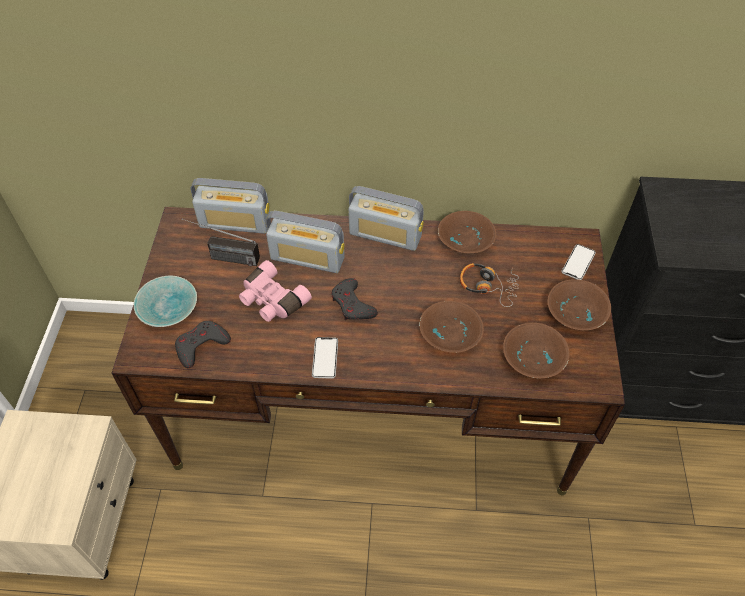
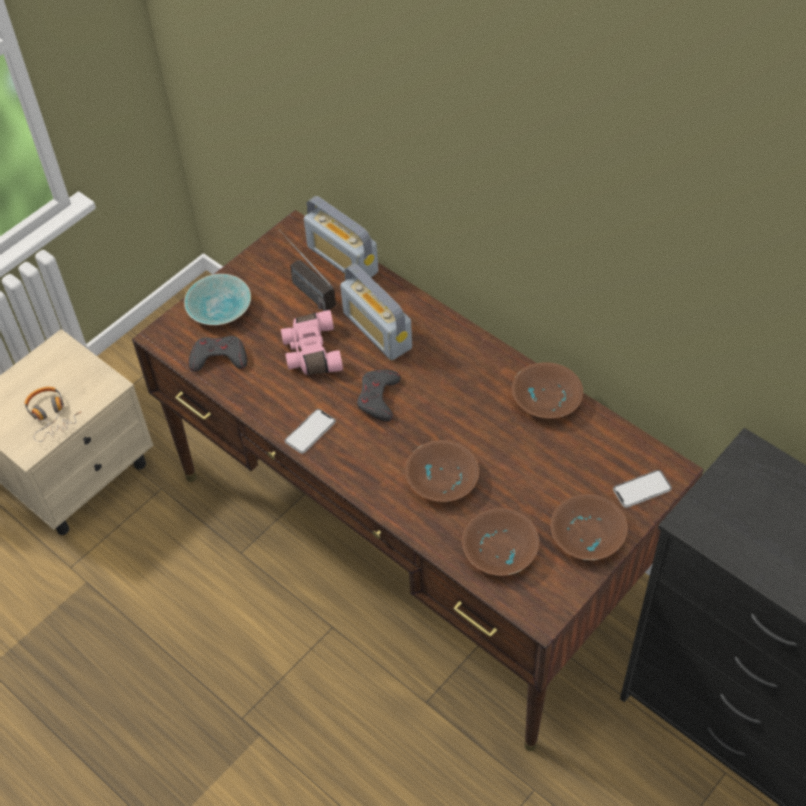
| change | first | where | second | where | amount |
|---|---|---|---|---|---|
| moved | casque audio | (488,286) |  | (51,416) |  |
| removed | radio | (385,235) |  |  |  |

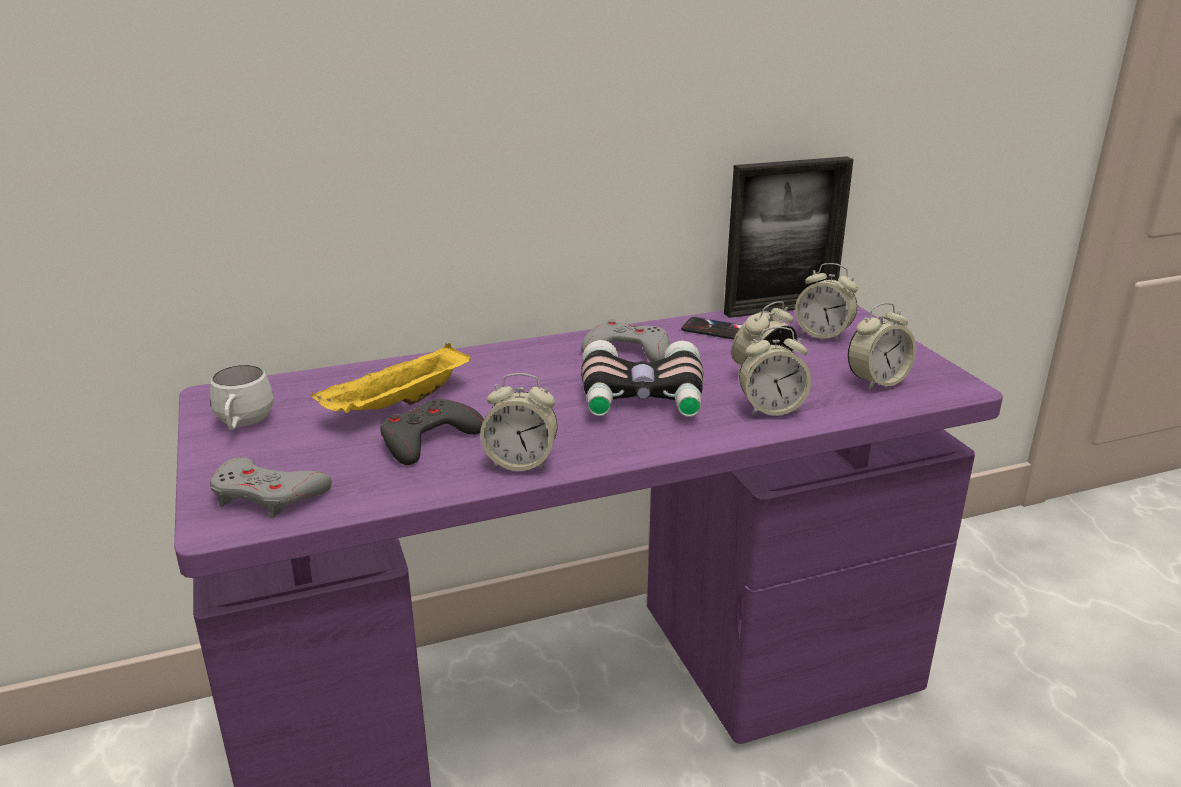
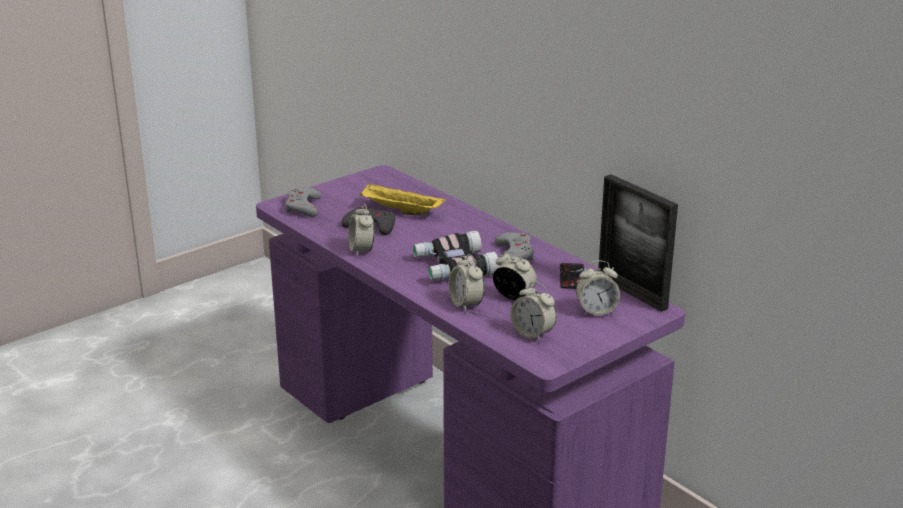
| change | first | where | second | where | amount |
|---|---|---|---|---|---|
| turned | réveil | (823,335) |  | (596,311) | 105 degrees counterclockwise |
| removed | mug (blanc) | (243,425) |  |  |  |

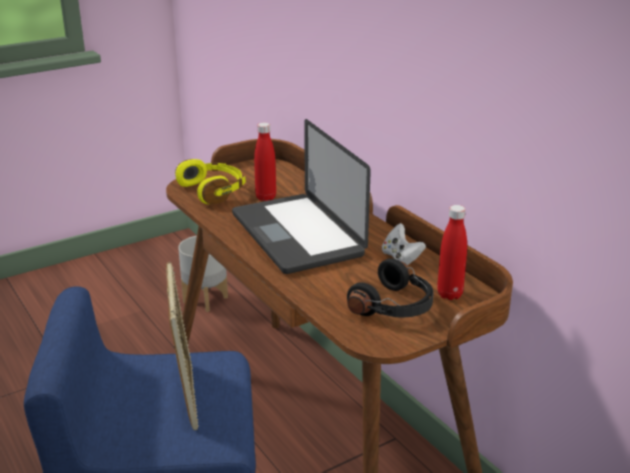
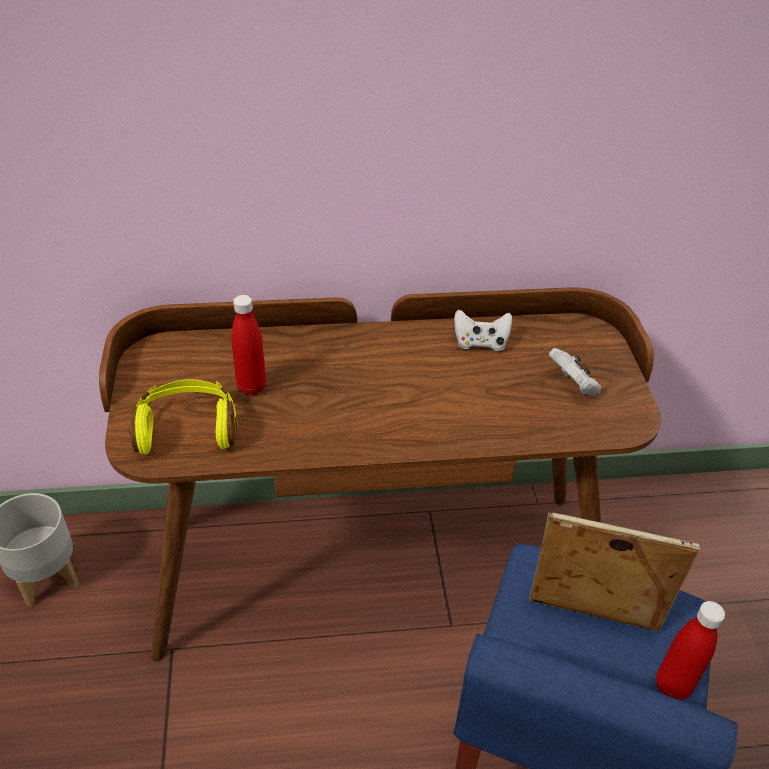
| change | first | where | second | where | amount |
|---|---|---|---|---|---|
| replaced | casque audio (noir) | (395,307) | manette (blanc) | (573,385) |  |
| moved | bouteille (rouge) | (449,294) |  | (672,686) |  |
| removed | ordinateur portable | (296,234) |  |  |  |

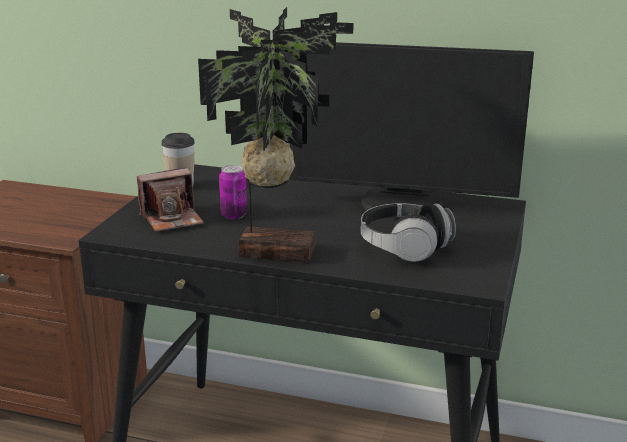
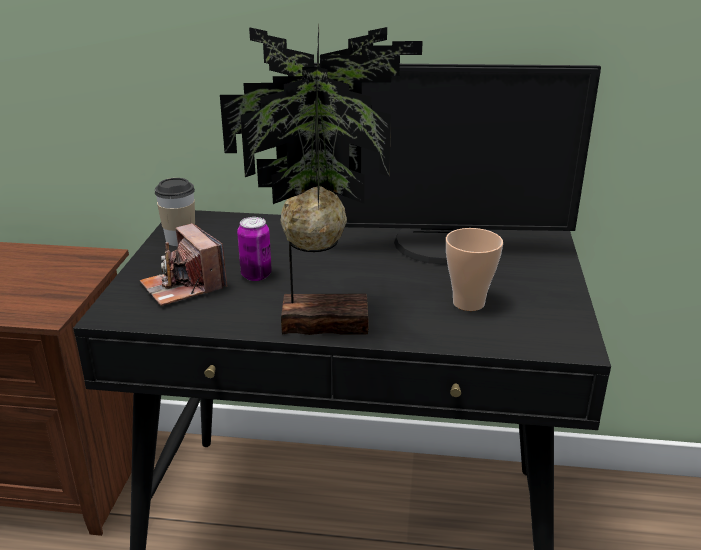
| change | first | where | second | where | amount |
|---|---|---|---|---|---|
| turned | appareil photo | (172,219) |  | (183,286) | 90 degrees clockwise |
| replaced | casque audio | (404,247) | tasse | (468,303) |  |

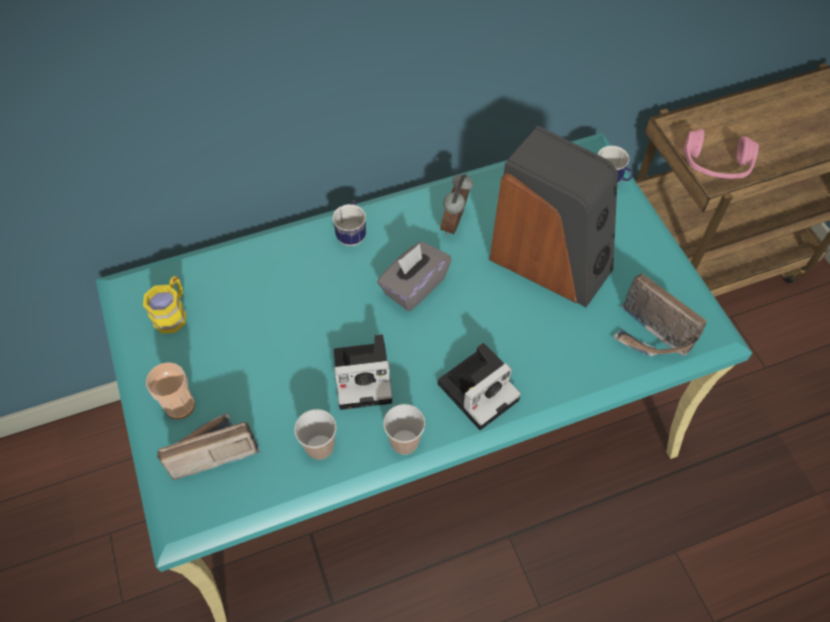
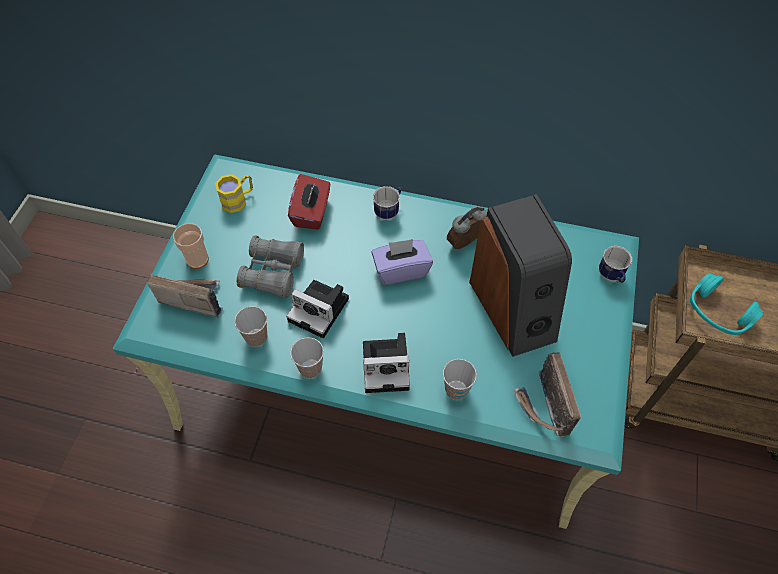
| change | first | where | second | where | amount |
|---|---|---|---|---|---|
| added |  |  | jumelles (gris) | (273,272) |  |
| added |  |  | boîte à mouchoirs (rouge) | (312,213) |  |
| recoloured | boîte à mouchoirs (gris) | (414,286) | boîte à mouchoirs (violet) | (401,270) |  |
| added |  |  | tasse | (456,390) |  |
| recoloured | casque audio (rose) | (715,165) | casque audio (turquoise) | (717,313) |  |

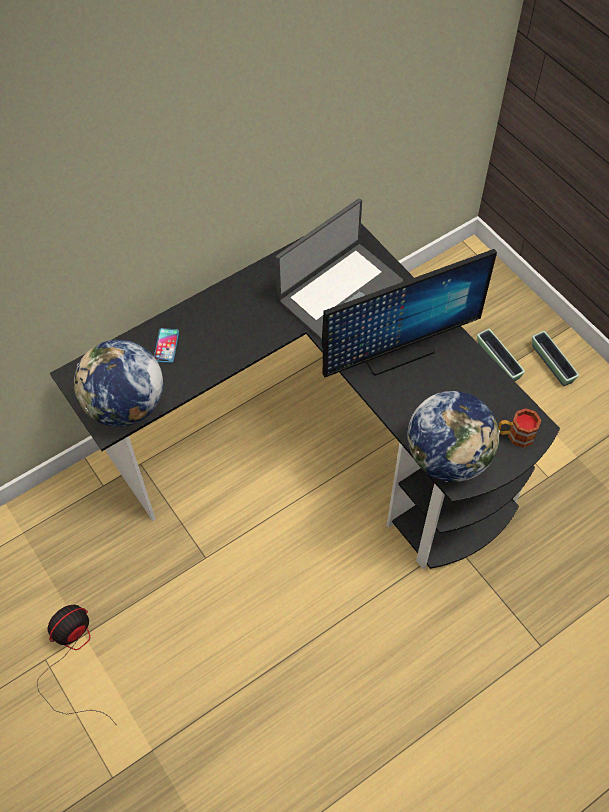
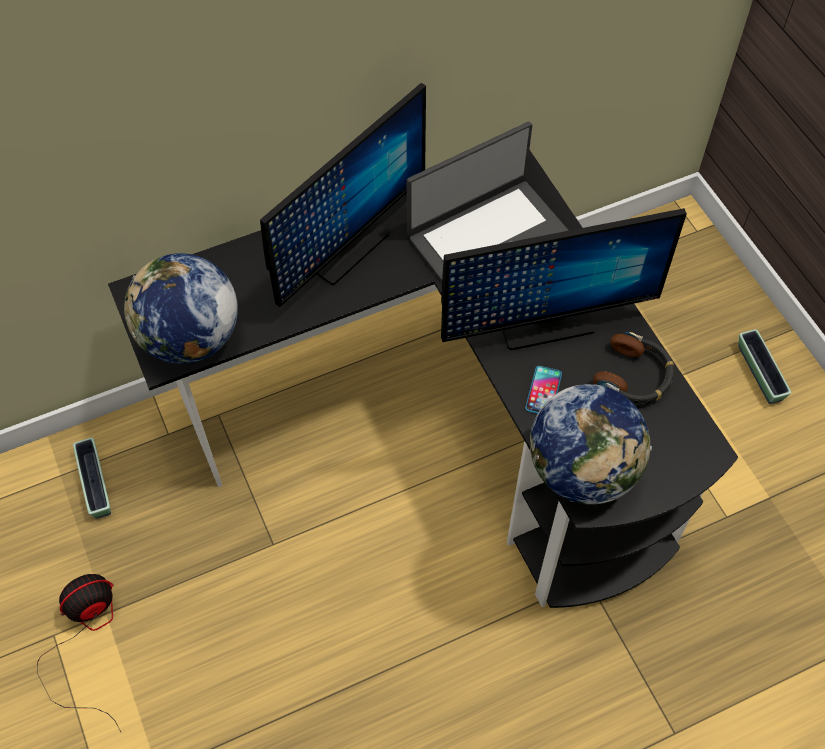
| change | first | where | second | where | amount |
|---|---|---|---|---|---|
| moved | cache-pot | (498,361) |  | (96,484) |  |
| added |  |  | écran d'ordinateur | (345,248) |  |
| moved | téléphone | (166,346) |  | (543,391) |  |
| added |  |  | casque audio | (634,376) |  |
| removed | mug | (515,435) |  |  |  |

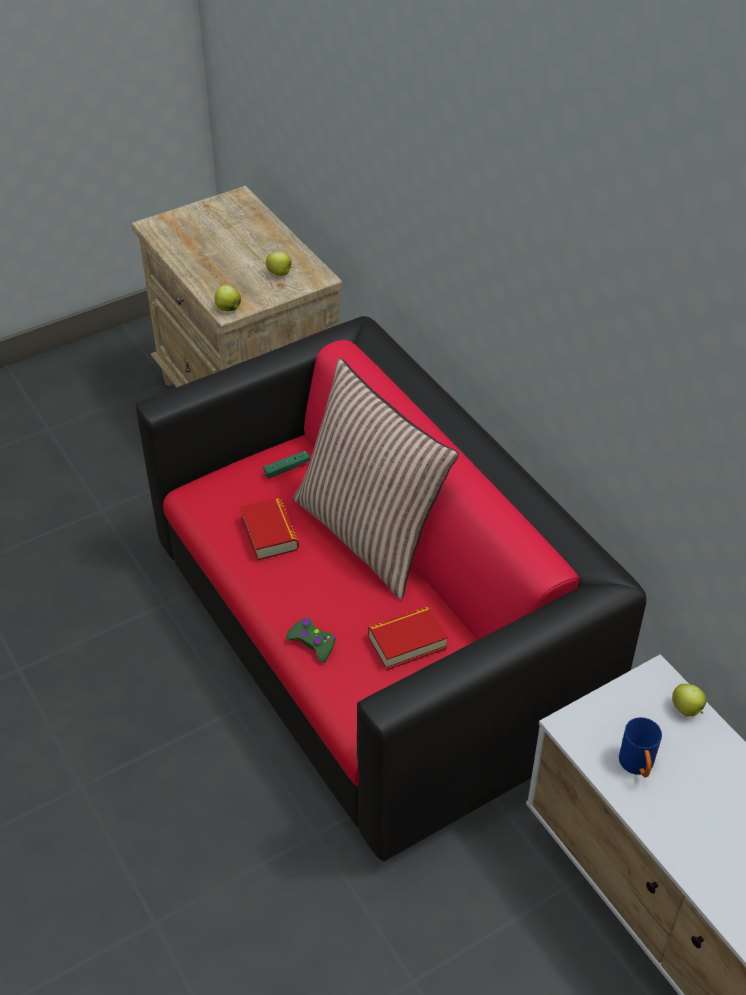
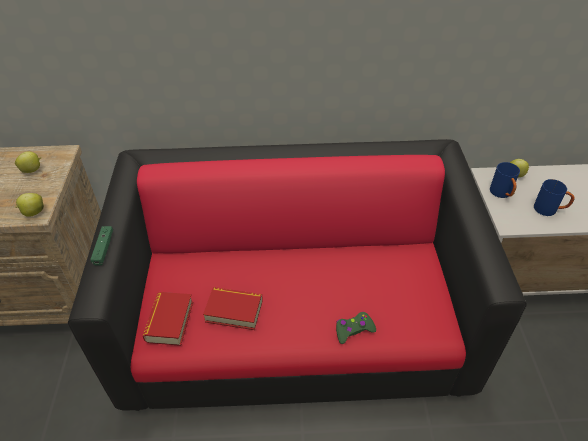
| change | first | where | second | where | amount |
|---|---|---|---|---|---|
| moved | manette (vert) | (287,468) |  | (103,248) |  |
| moved | livre | (407,642) |  | (169,321) |  |
| added |  |  | mug (bleu) | (502,194) |  |
| removed | coussin | (370,534) |  |  |  |

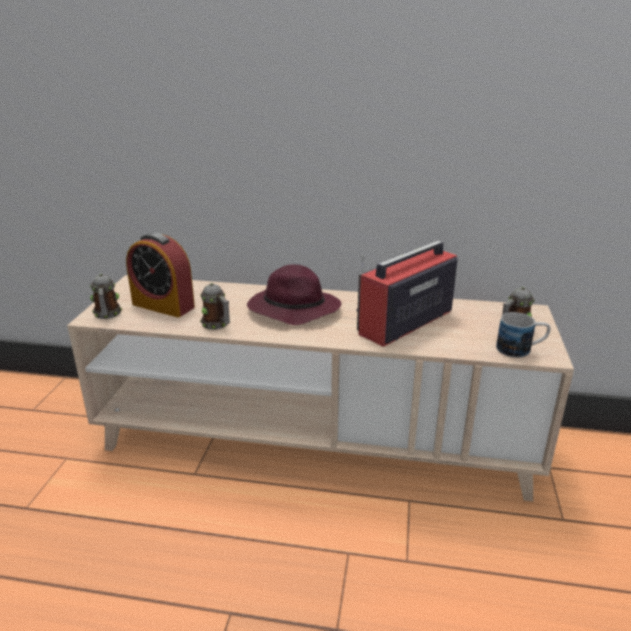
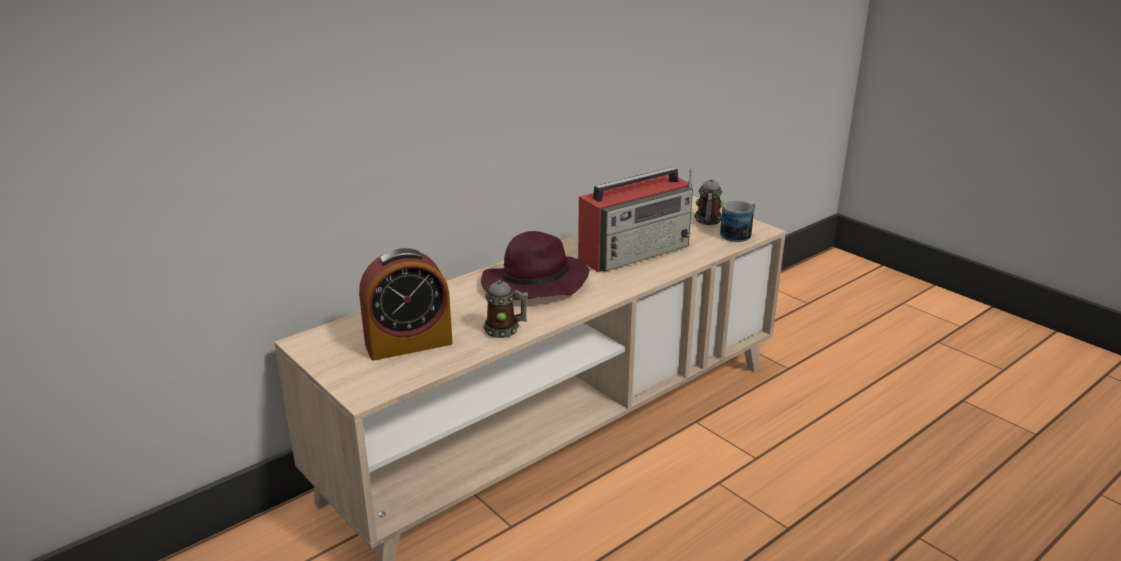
| change | first | where | second | where | amount |
|---|---|---|---|---|---|
| turned | radio | (404,323) |  | (636,252) | 120 degrees counterclockwise |
| removed | mug | (107,315) |  |  |  |

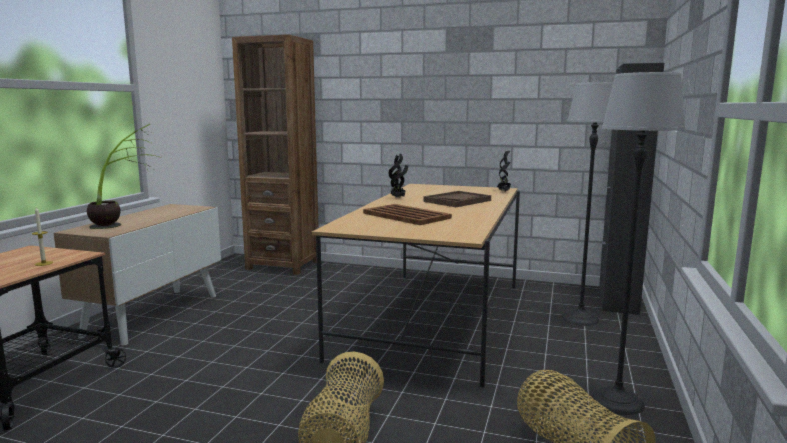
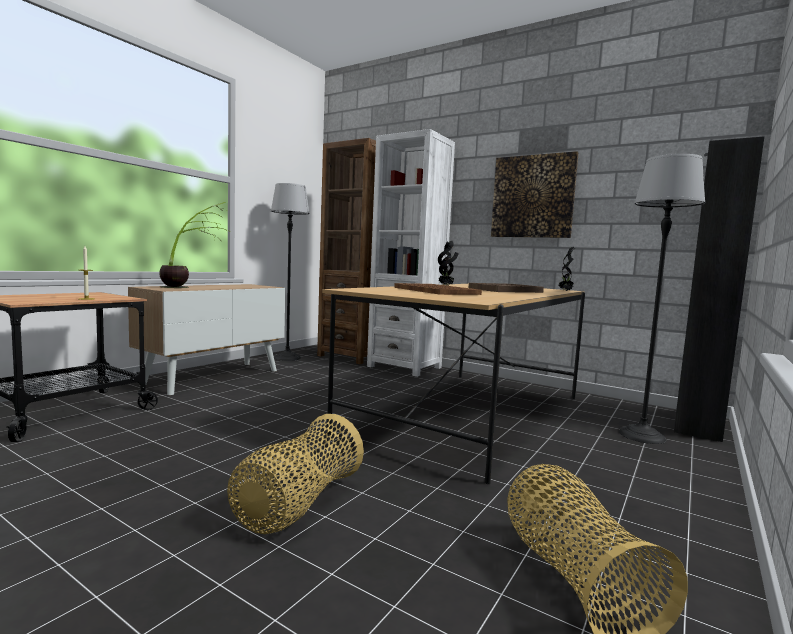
| change | first | where | second | where | amount |
|---|---|---|---|---|---|
| moved | lampadaire | (617,401) |  | (287,358) |  |
| added |  |  | bibliothèque (blanc) | (404,367) |  |
| added |  |  | tableau | (533,196) |  |

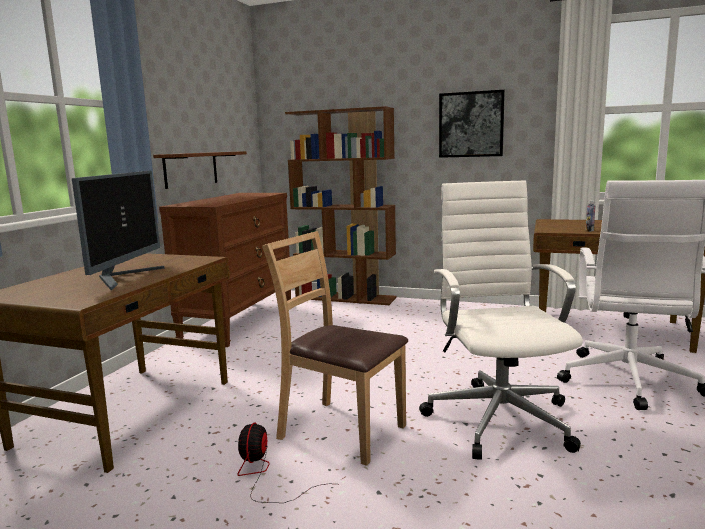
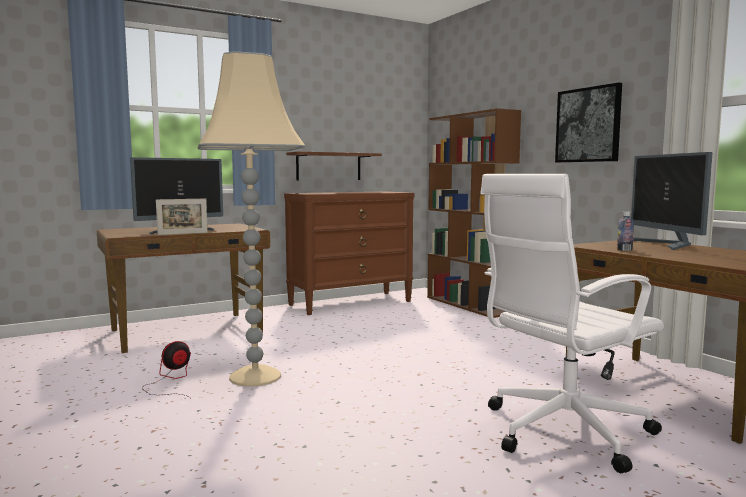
| change | first | where | second | where | amount |
|---|---|---|---|---|---|
| added |  |  | cadre photo | (183,233) |  |
| replaced | chaise (marron) | (341,431) | lampadaire (beige) | (256,376) |  |
| added |  |  | écran d'ordinateur | (667,245) |  |
| removed | chaise de bureau (blanc) | (499,417) |  |  |  |

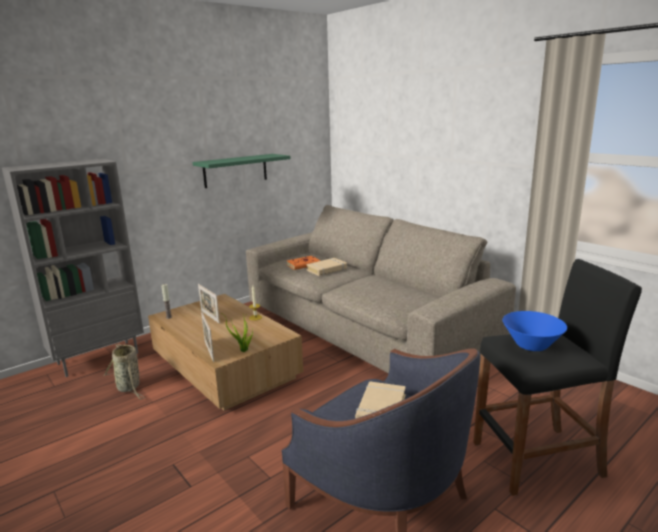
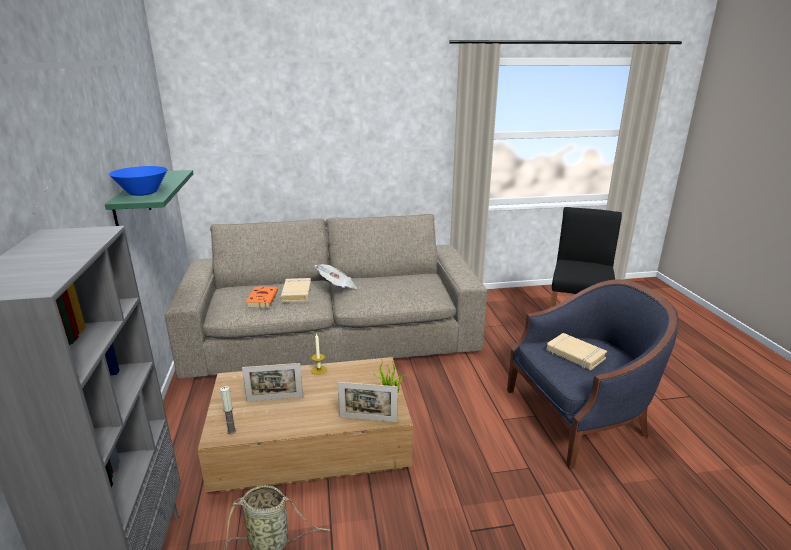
| change | first | where | second | where | amount |
|---|---|---|---|---|---|
| moved | bol (bleu) | (531,345) |  | (143,193) |  |
| added |  |  | journal | (337,286) |  |

